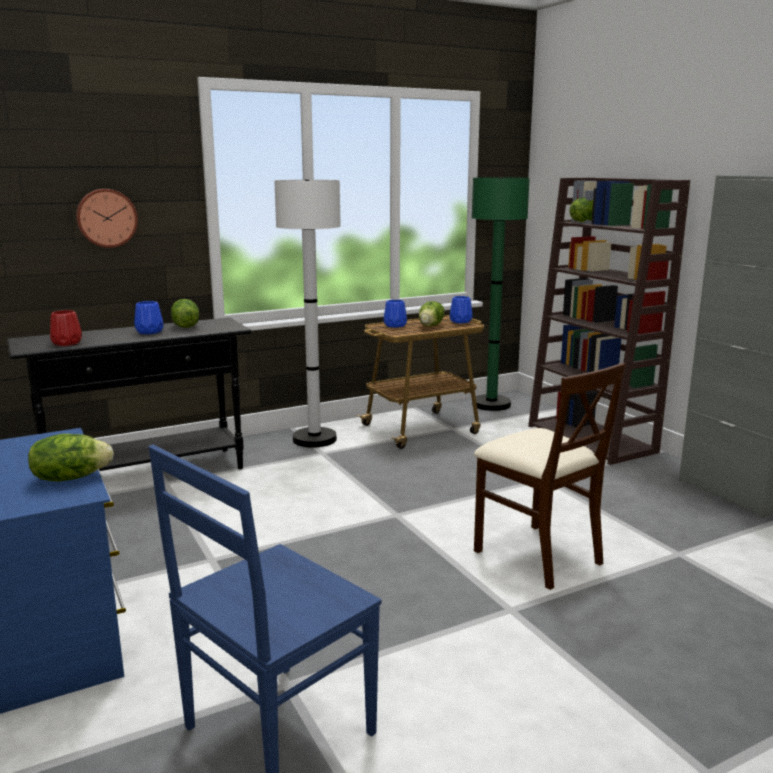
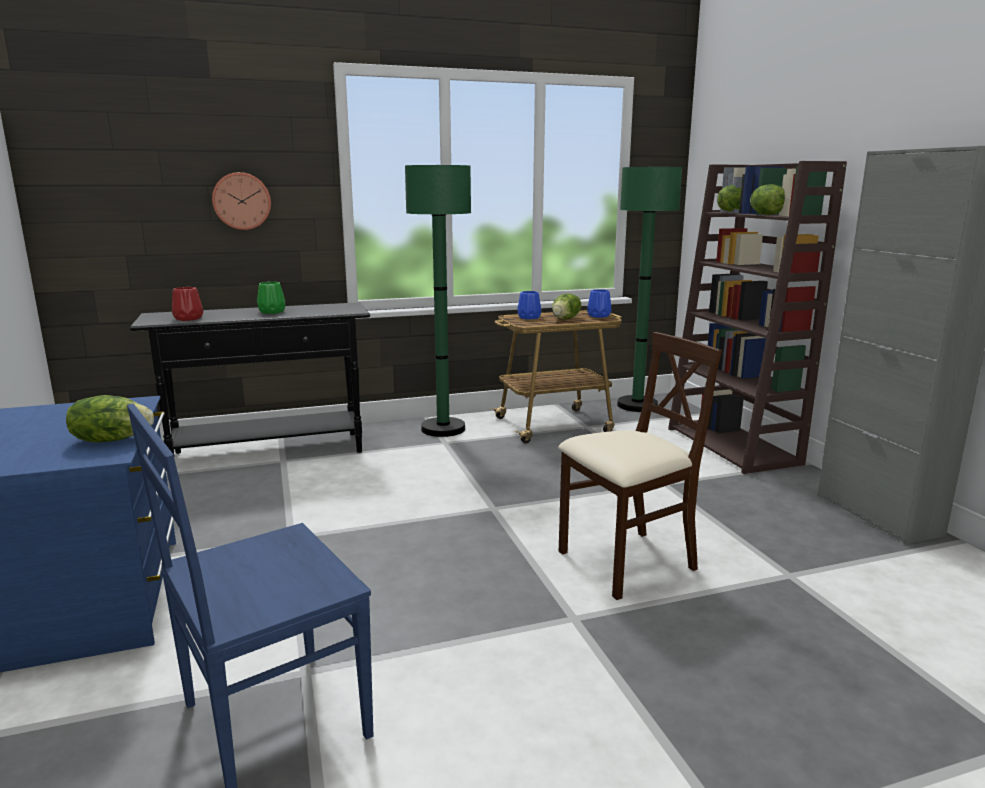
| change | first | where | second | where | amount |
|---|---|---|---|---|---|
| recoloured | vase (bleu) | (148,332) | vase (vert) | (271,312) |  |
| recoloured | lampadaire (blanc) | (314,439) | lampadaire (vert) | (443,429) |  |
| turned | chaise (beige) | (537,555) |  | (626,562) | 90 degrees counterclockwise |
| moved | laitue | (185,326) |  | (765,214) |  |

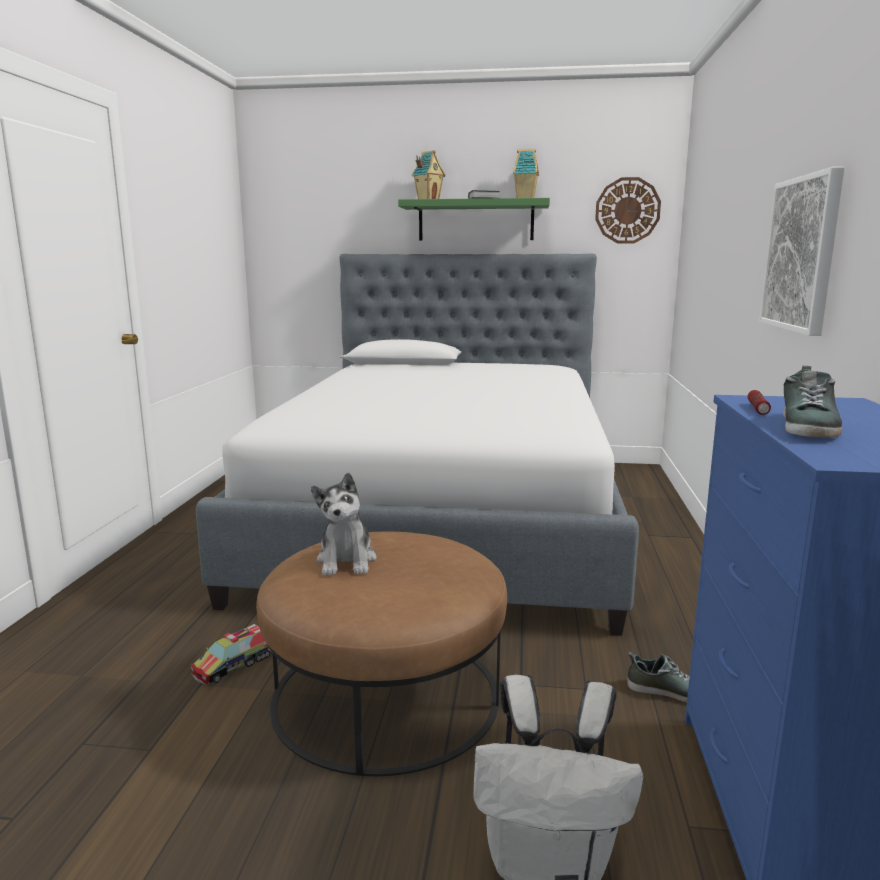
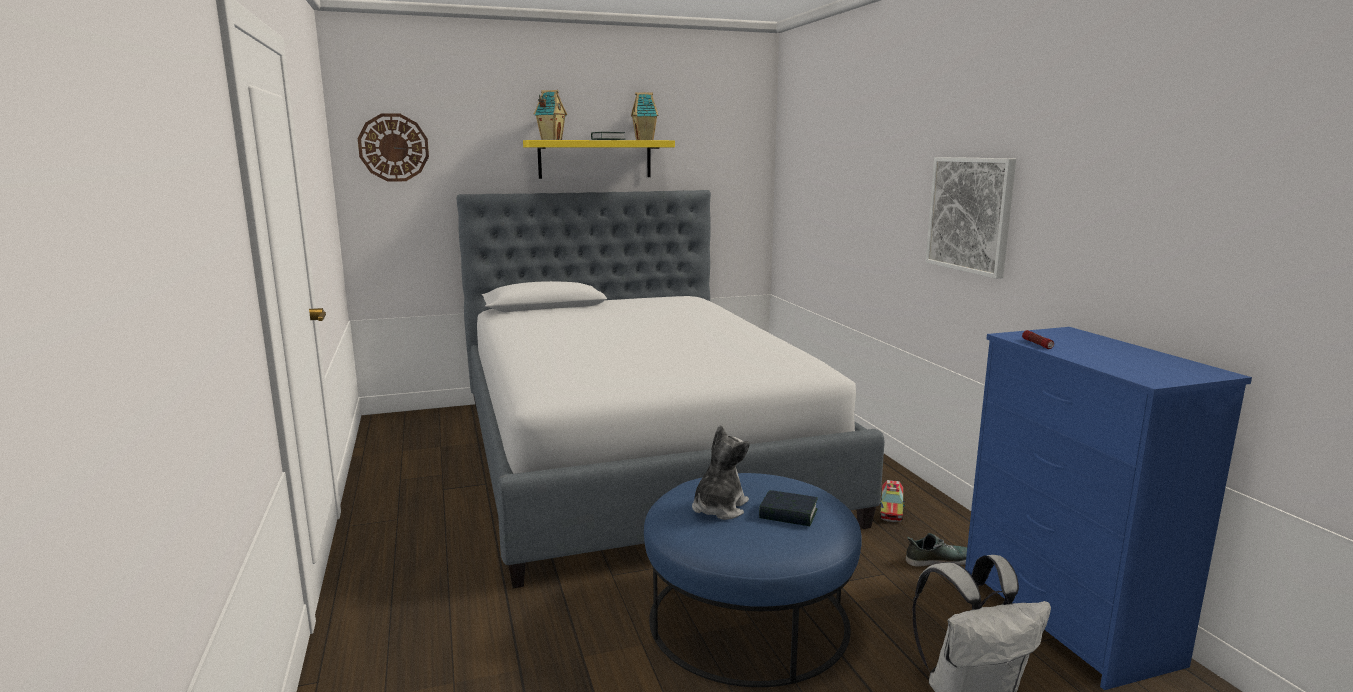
| change | first | where | second | where | amount |
|---|---|---|---|---|---|
| moved | horloge murale | (627,210) |  | (393,147) |  |
| recoloured | étagère (vert) | (476,221) | étagère (jaune) | (595,159) |  |
| recoloured | pouf (marron) | (386,694) | pouf (bleu) | (748,618) |  |
| turned | peluche | (347,561) |  | (718,508) | 120 degrees counterclockwise |
| added |  |  | livre | (788,514) |  |
| moved | camion jouet | (233,665) |  | (891,509) |  |
| removed | chaussure | (808,427) |  |  |  |

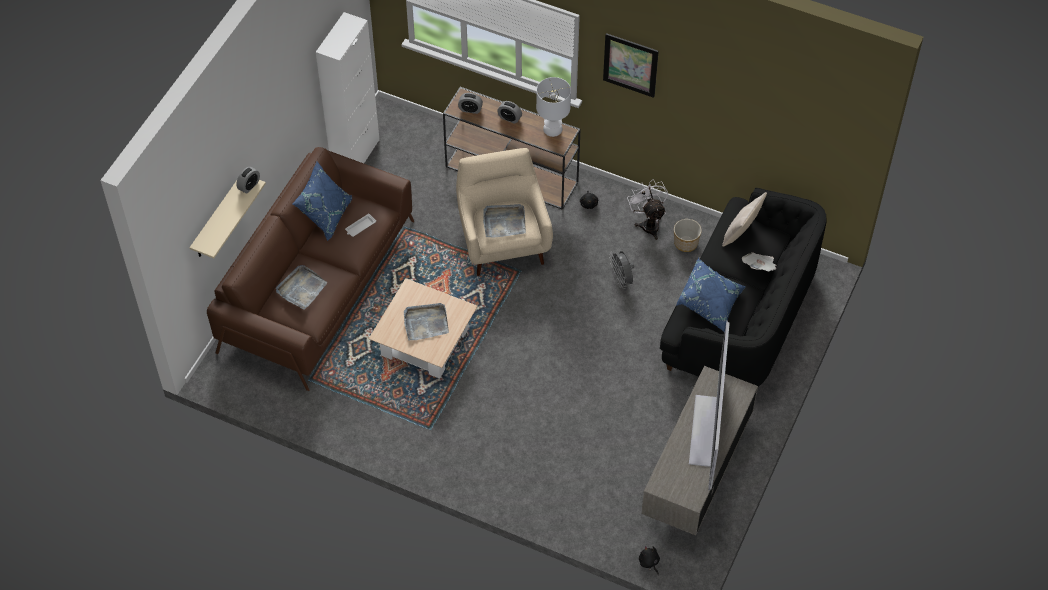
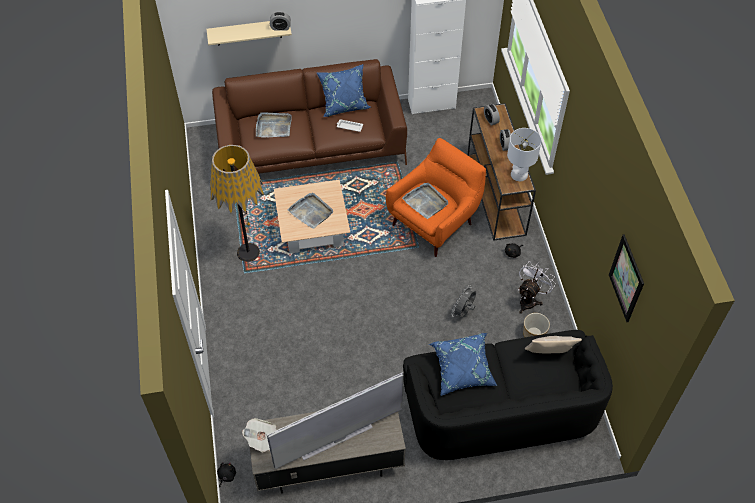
| change | first | where | second | where | amount |
|---|---|---|---|---|---|
| added |  |  | lampadaire | (248,252) |  |
| moved | journal | (759,267) |  | (264,439) |  |
| recoloured | fauteuil (beige) | (503,241) | fauteuil (orange) | (434,222) |  |
| moved | tableau | (630,65) |  | (626,278) |  |

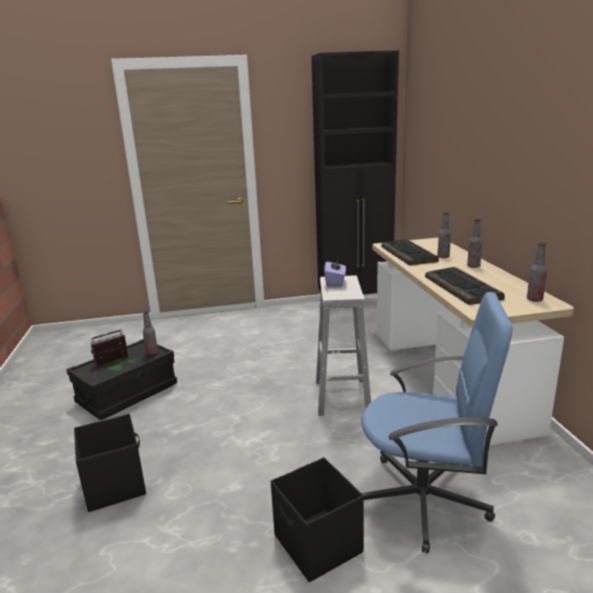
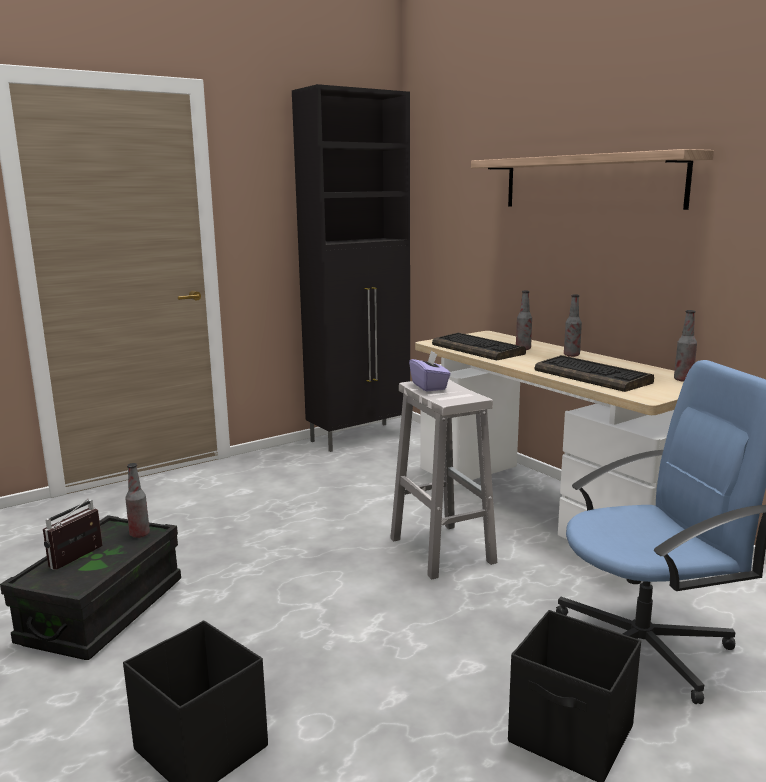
| change | first | where | second | where | amount |
|---|---|---|---|---|---|
| added |  |  | étagère | (589,182) |  |

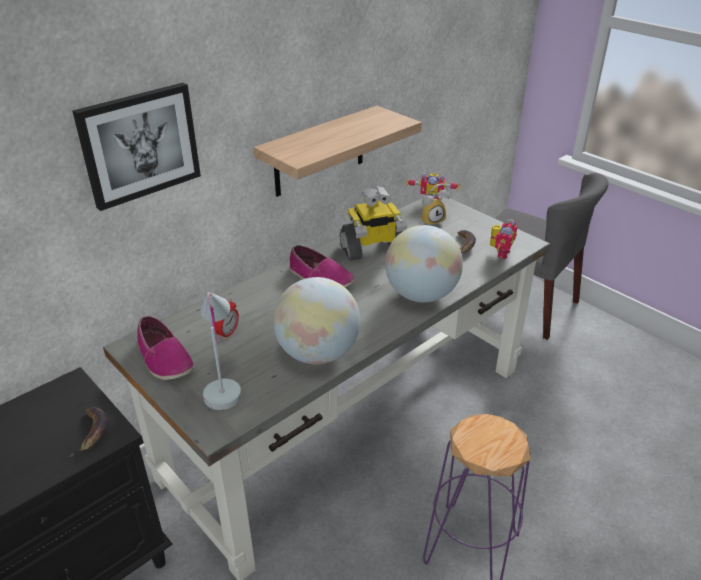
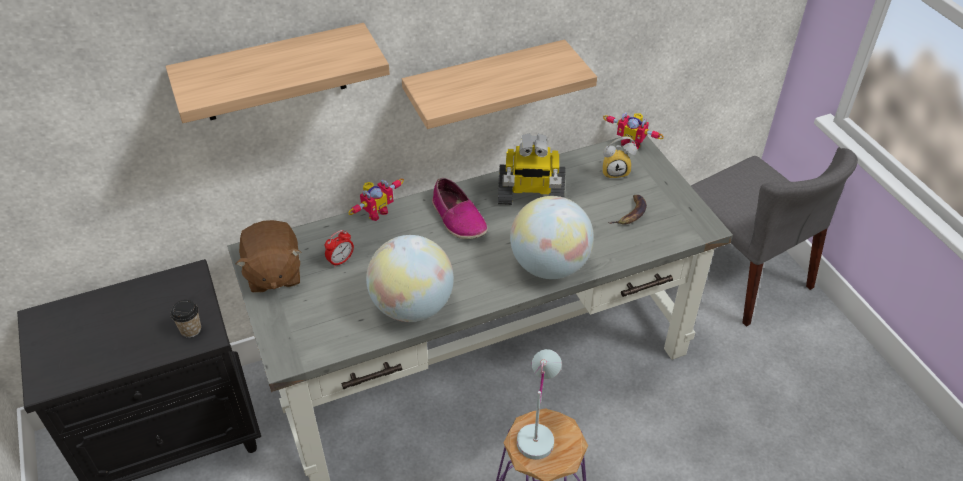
| change | first | where | second | where | amount |
|---|---|---|---|---|---|
| replaced | tableau | (139,144) | étagère | (273,73) |  |
| replaced | banane | (92,433) | tasse | (191,330) |  |
| replaced | chaussure | (164,359) | peluche (marron) | (273,273) |  |
| moved | robot jouet | (499,253) |  | (376,212) |  |
| moved | lampe de table (blanc) | (223,384) |  | (538,428) |  |

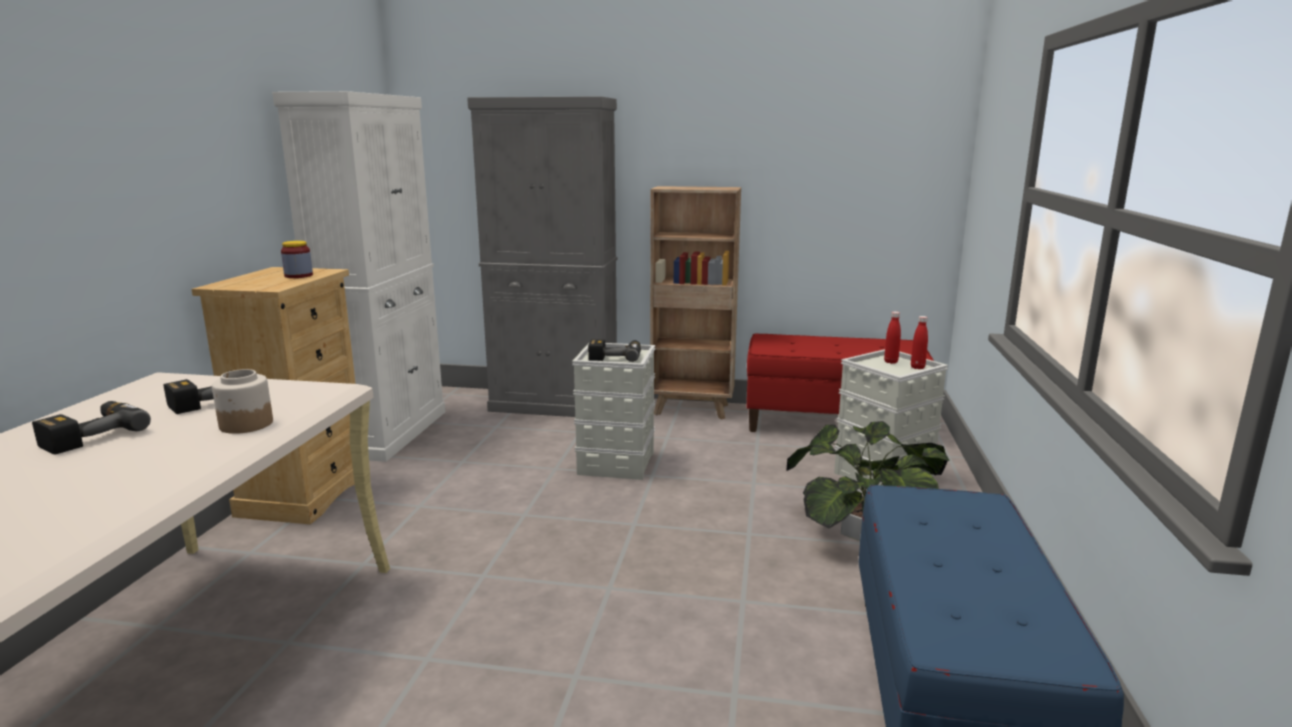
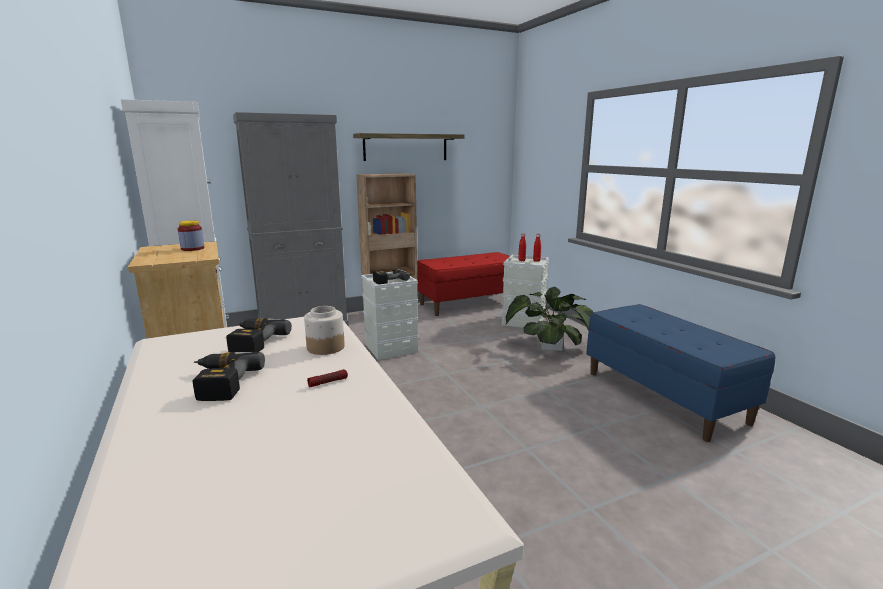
| change | first | where | second | where | amount |
|---|---|---|---|---|---|
| added |  |  | lampe de poche | (328,382) |  |
| added |  |  | étagère | (405,147) |  |

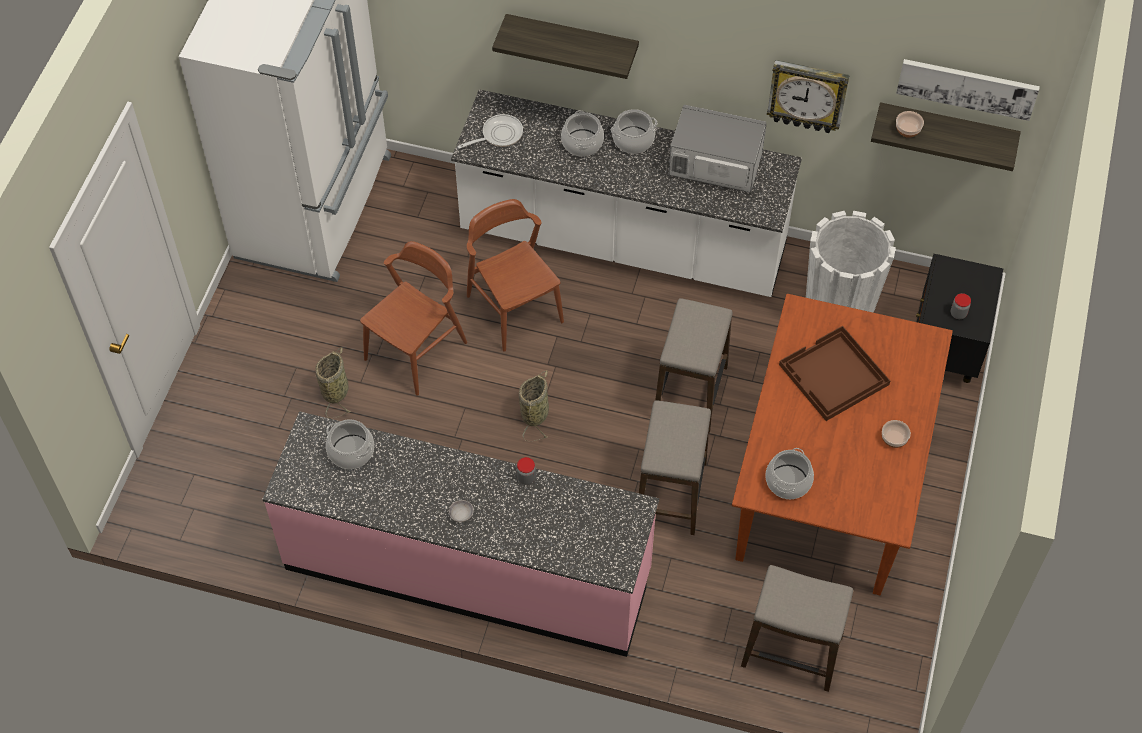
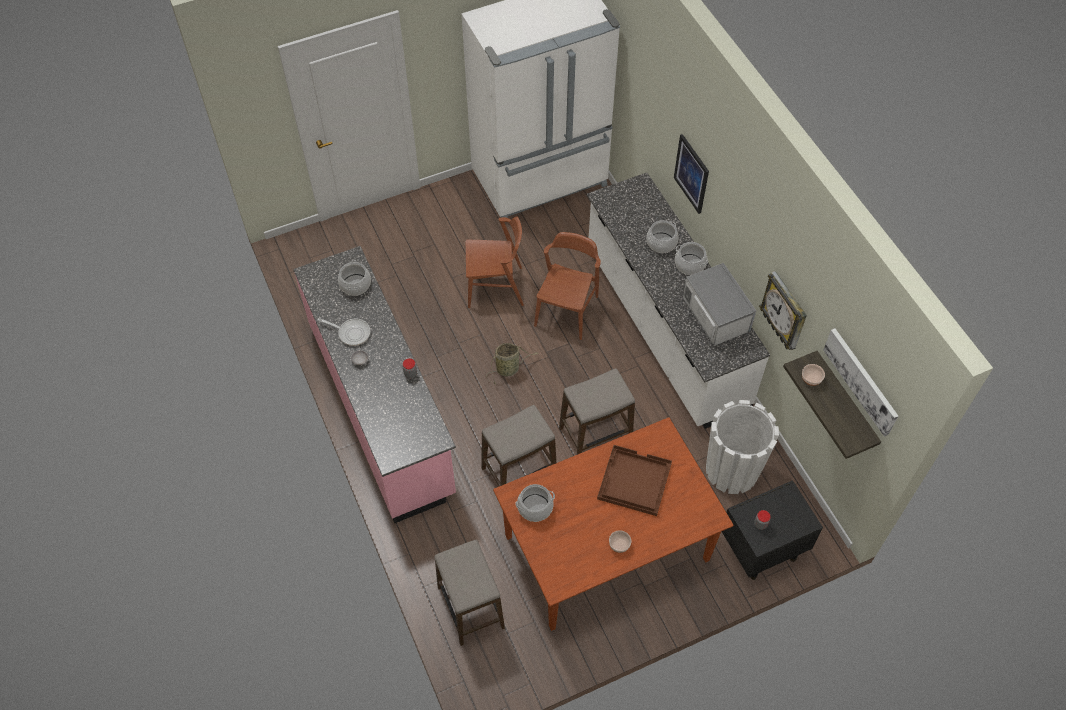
| change | first | where | second | where | amount |
|---|---|---|---|---|---|
| moved | poêle | (499,135) |  | (351,333) |  |
| replaced | étagère | (572,41) | tableau | (691,174) |  |
| removed | panier | (335,390) |  |  |  |

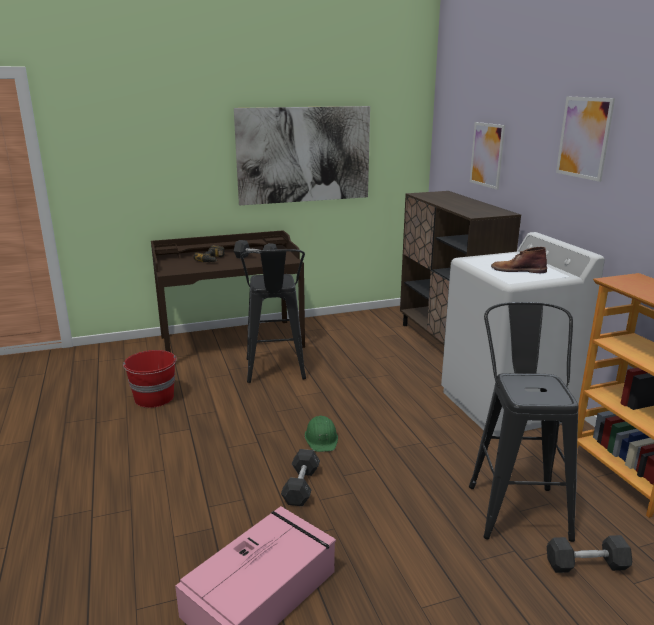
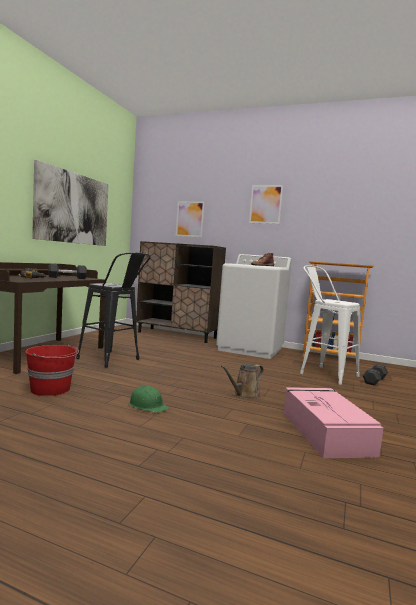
| change | first | where | second | where | amount |
|---|---|---|---|---|---|
| moved | casque de chantier (vert) | (321,438) |  | (147,405) |  |
| replaced | haltère (gris) | (301,486) | arrosoir (marron) | (244,395) |  |
| recoloured | tabouret (noir) | (515,504) | tabouret (blanc) | (323,373) |  |

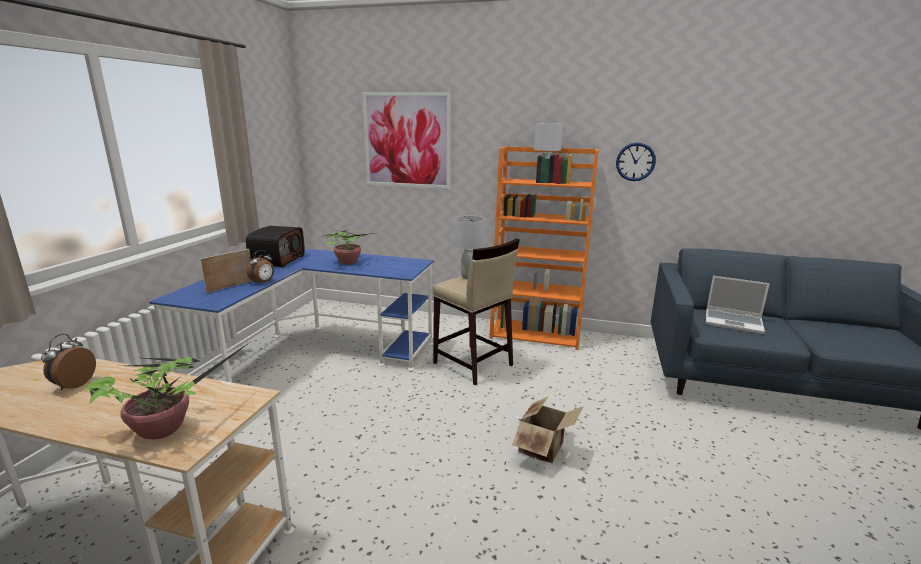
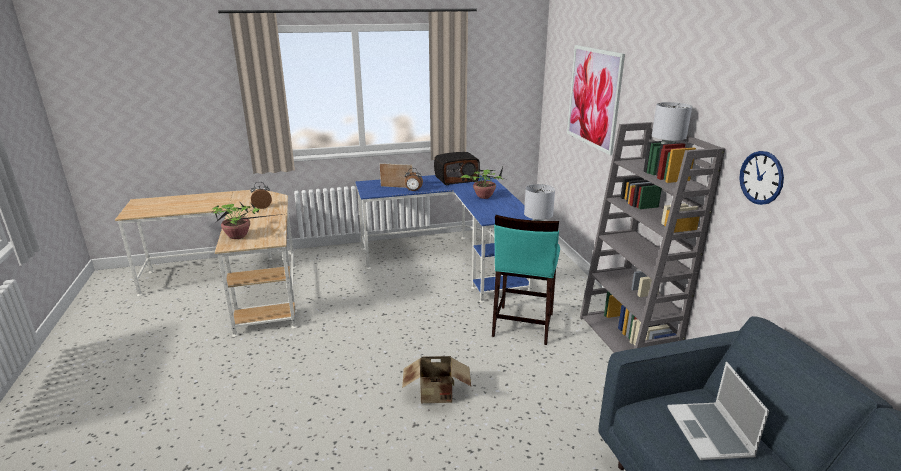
| change | first | where | second | where | amount |
|---|---|---|---|---|---|
| recoloured | tabouret (beige) | (473,364) | tabouret (turquoise) | (522,325) |  |
| recoloured | bibliothèque (orange) | (536,334) | bibliothèque (gris) | (627,340) |  |

